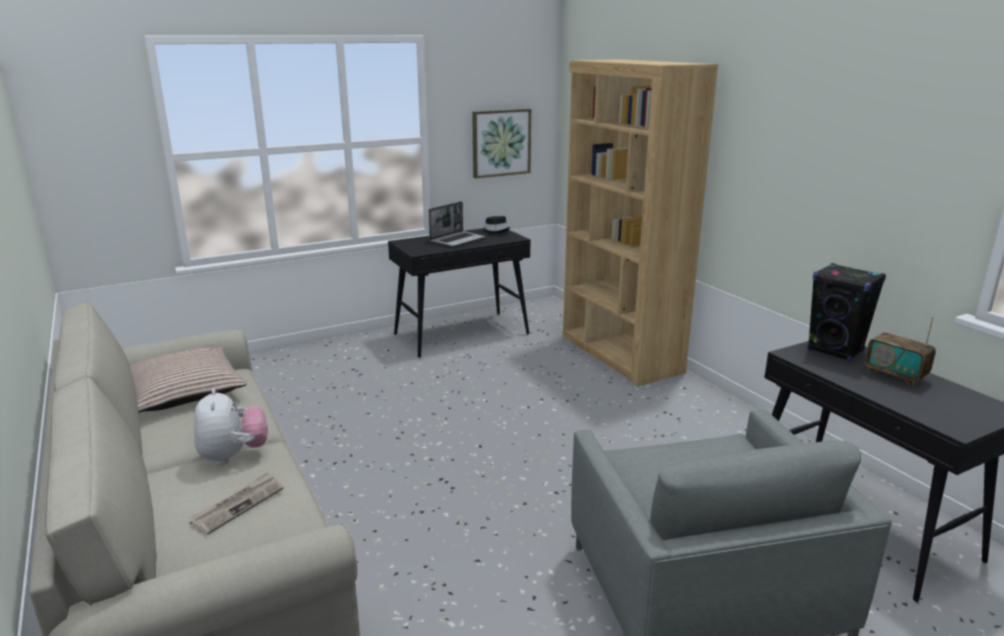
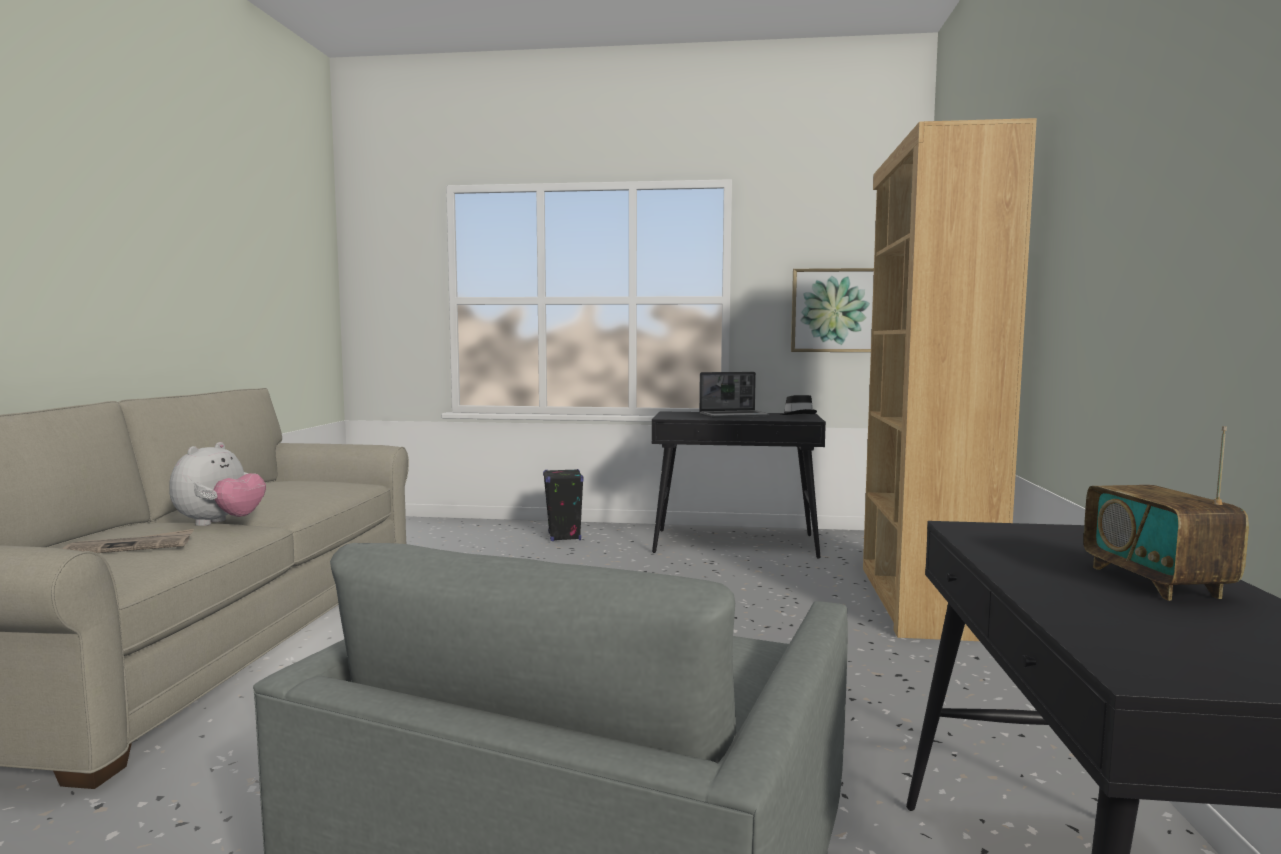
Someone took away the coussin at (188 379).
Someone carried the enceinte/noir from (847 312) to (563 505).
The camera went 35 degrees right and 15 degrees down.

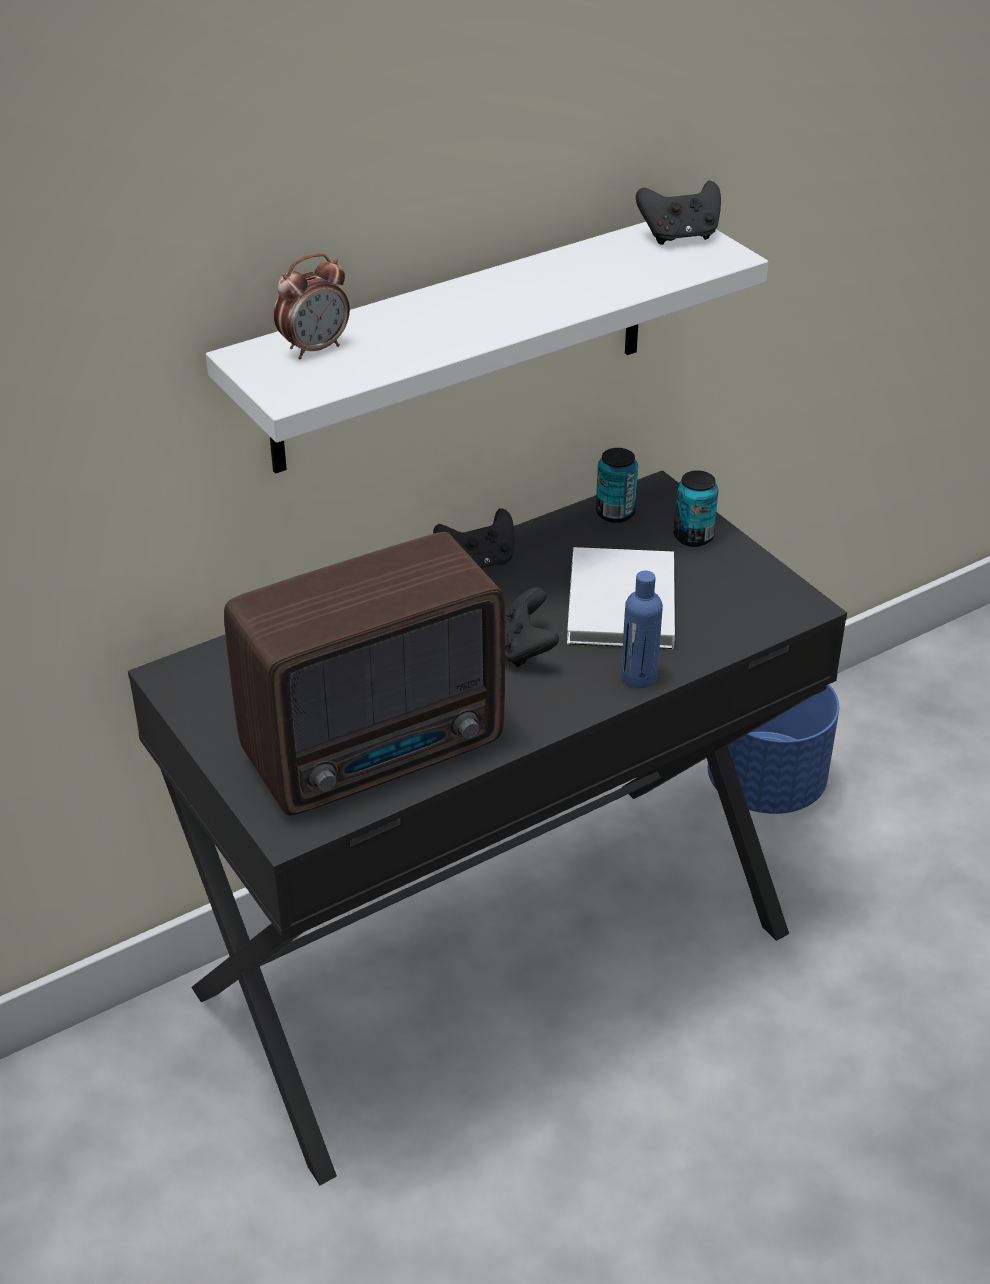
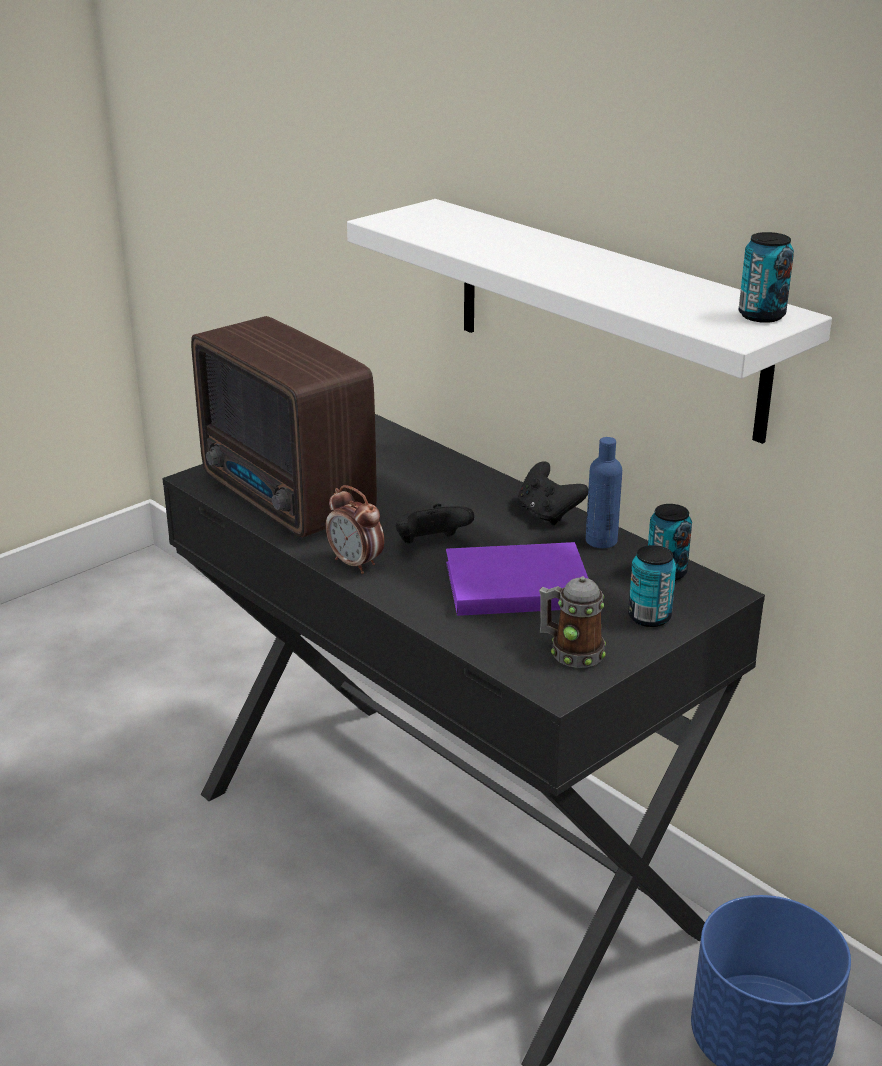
Someone carried the réveil from (312 306) to (354 529).
Someone repainted the livre/blanc at (621 598), which became the livre/violet at (517 579).
Someone carried the bouteille/bleu from (642 629) to (604 492).
Someone swapped the manette/noir at (678 213) for the boîte métallique at (766 277).
Someone put down the mug at (572 622).
The camera went 80 degrees right and 10 degrees down.

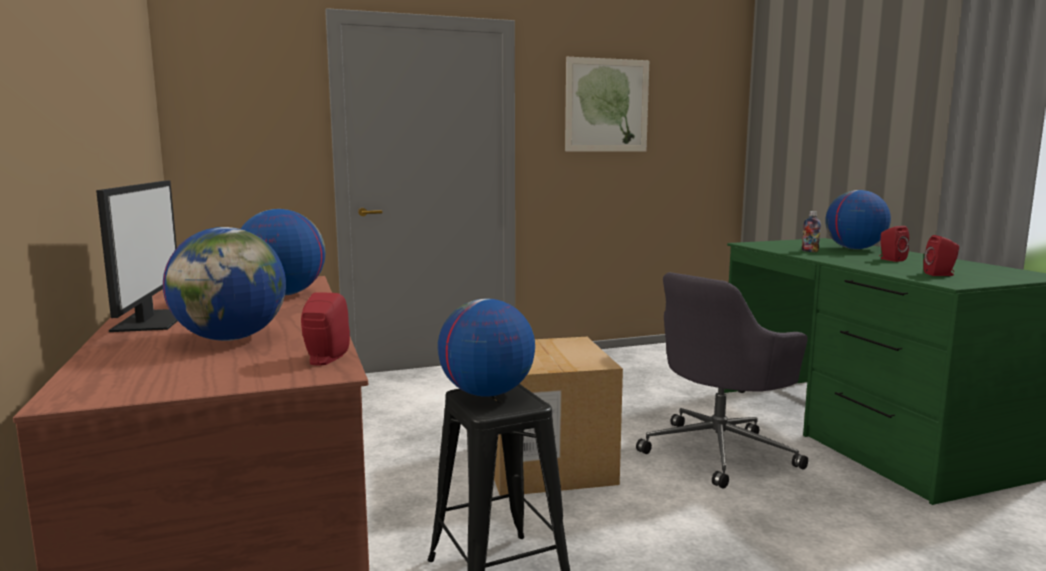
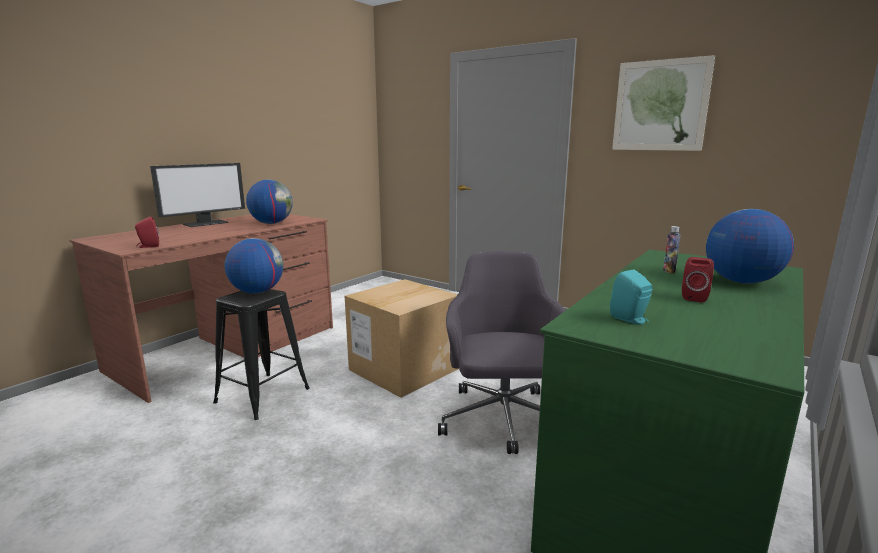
Someone took away the globe at (224 284).
Someone rotated the chaise de bureau/gris at (722 380) by 75 degrees clockwise.
Someone repainted the enceinte/rouge at (941 255), which became the enceinte/turquoise at (631 297).
The camera went 55 degrees right and 5 degrees up.

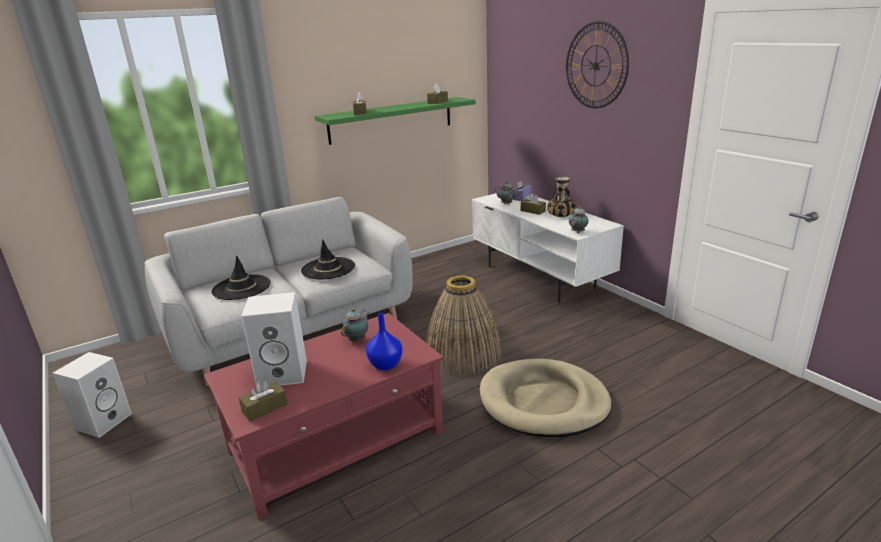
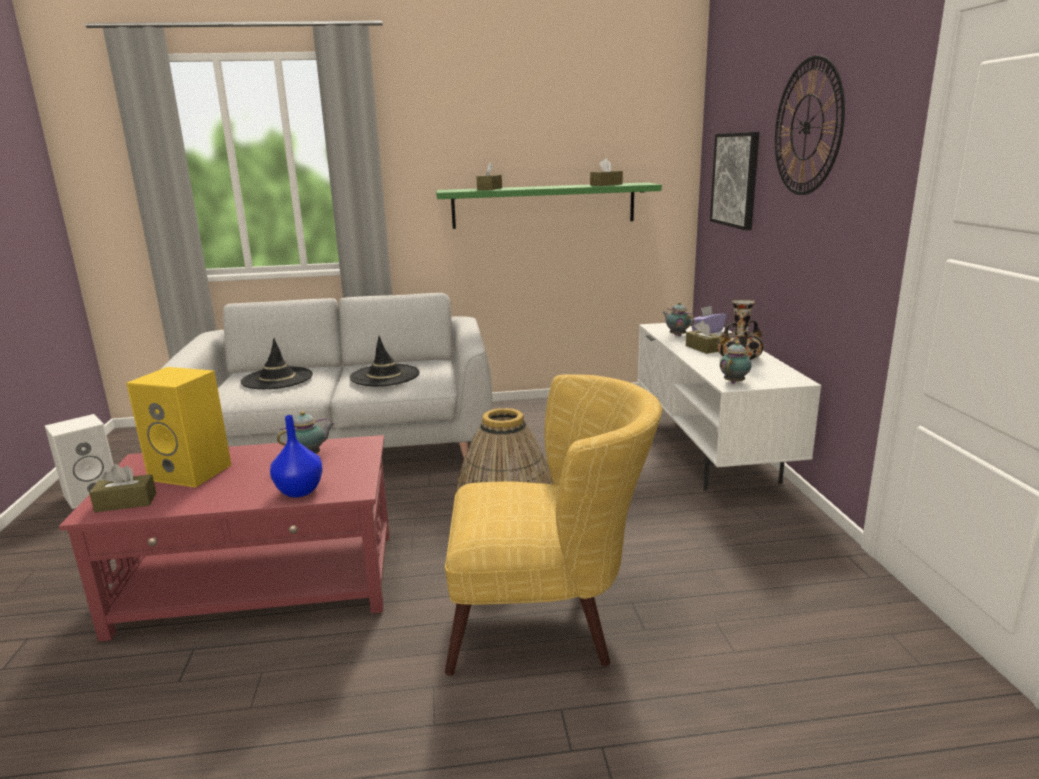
Someone repainted the enceinte/blanc at (274 339), which became the enceinte/jaune at (178 427).
Someone swapped the panier pour chien/beige at (546 398) for the fauteuil/jaune at (553 525).
Someone put up the tableau at (734 181).
The camera went 25 degrees right and 5 degrees down.

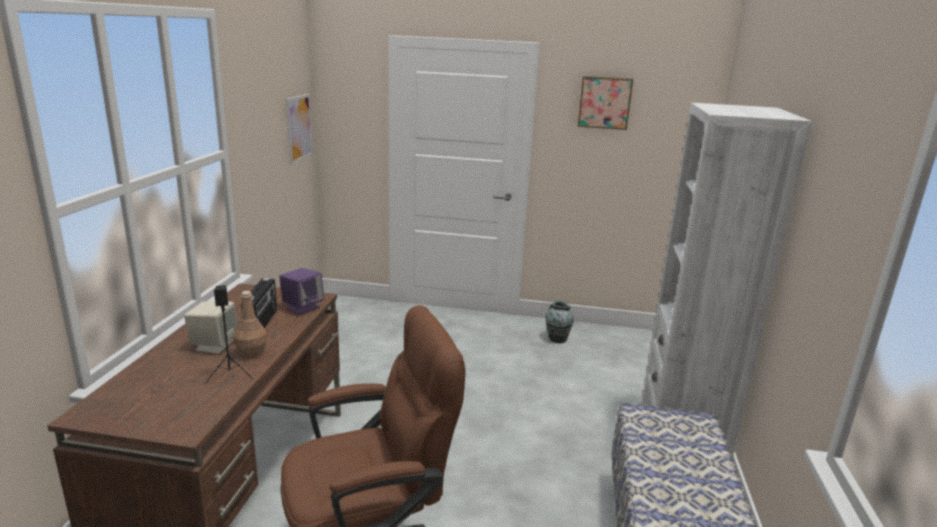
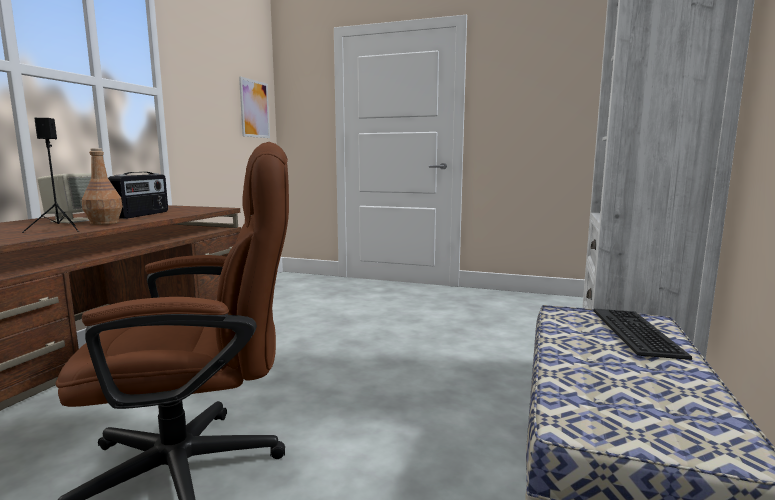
Someone took away the enceinte/violet at (301 291).
Someone took away the vase at (559 322).
Someone took away the tableau at (605 103).
Someone put down the clavier at (642 334).
The camera went 10 degrees right and 10 degrees down.

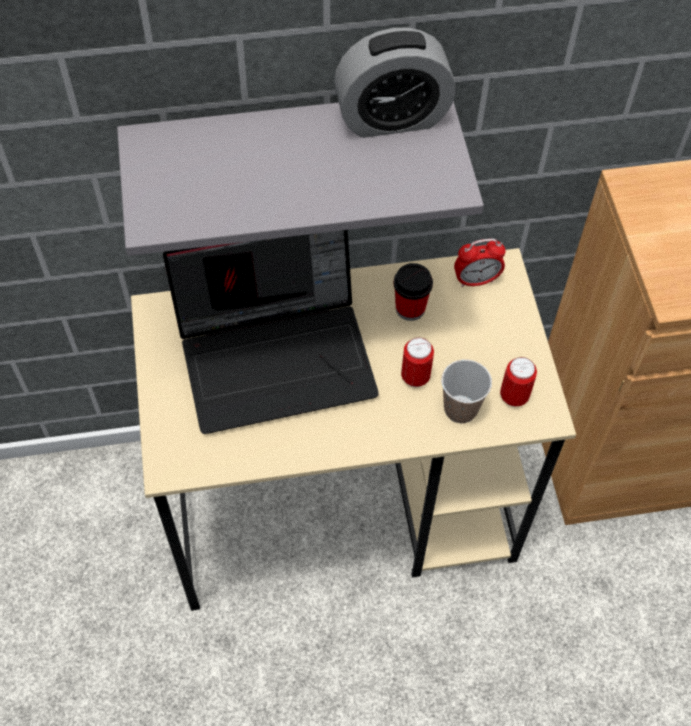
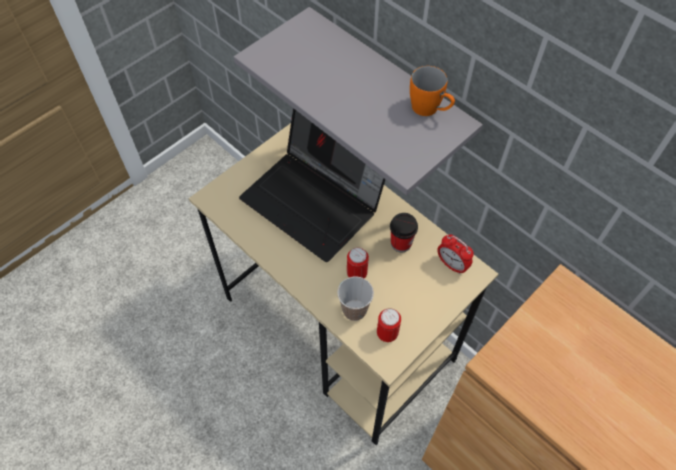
Someone swapped the réveil at (395 83) for the mug/orange at (432 91).
The camera went 55 degrees right and 0 degrees up.

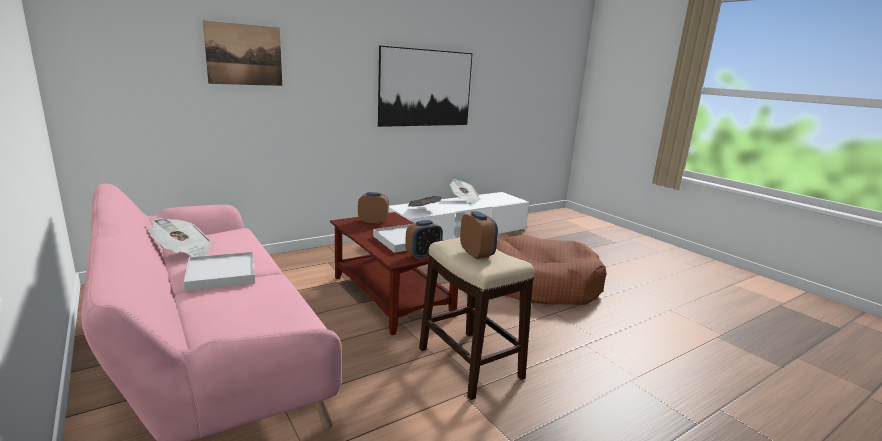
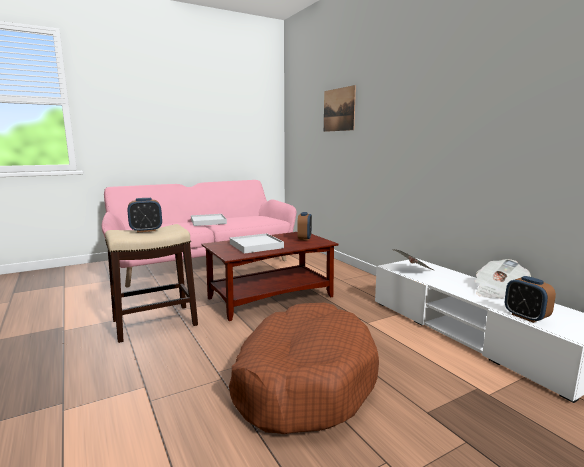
Someone took away the journal at (181 237).
Someone took away the tableau at (425 86).
Someone carried the réveil from (424 239) to (530 299).
The camera went 95 degrees right and 5 degrees down.

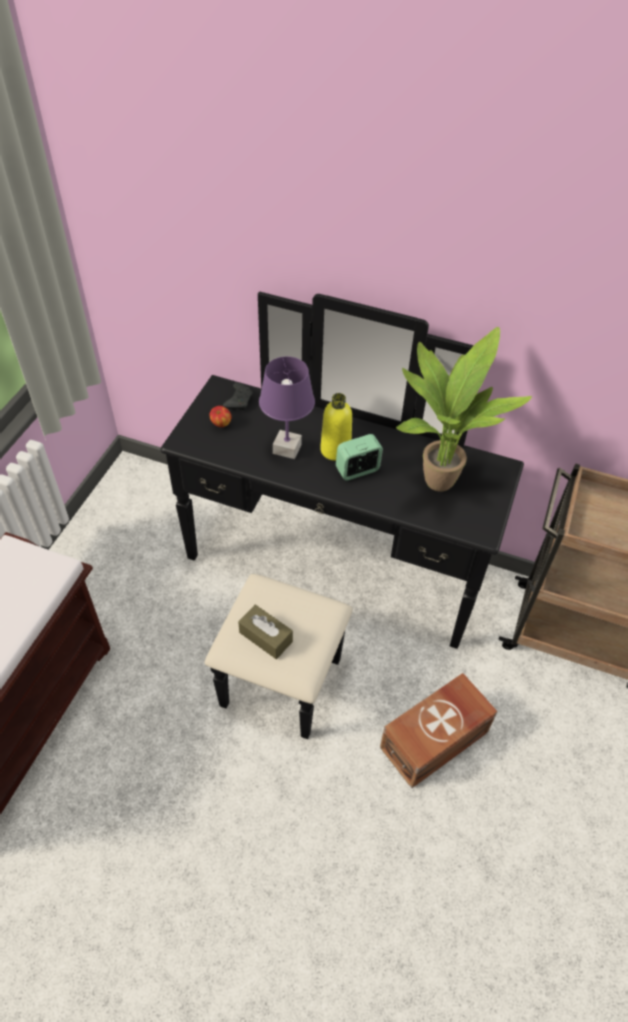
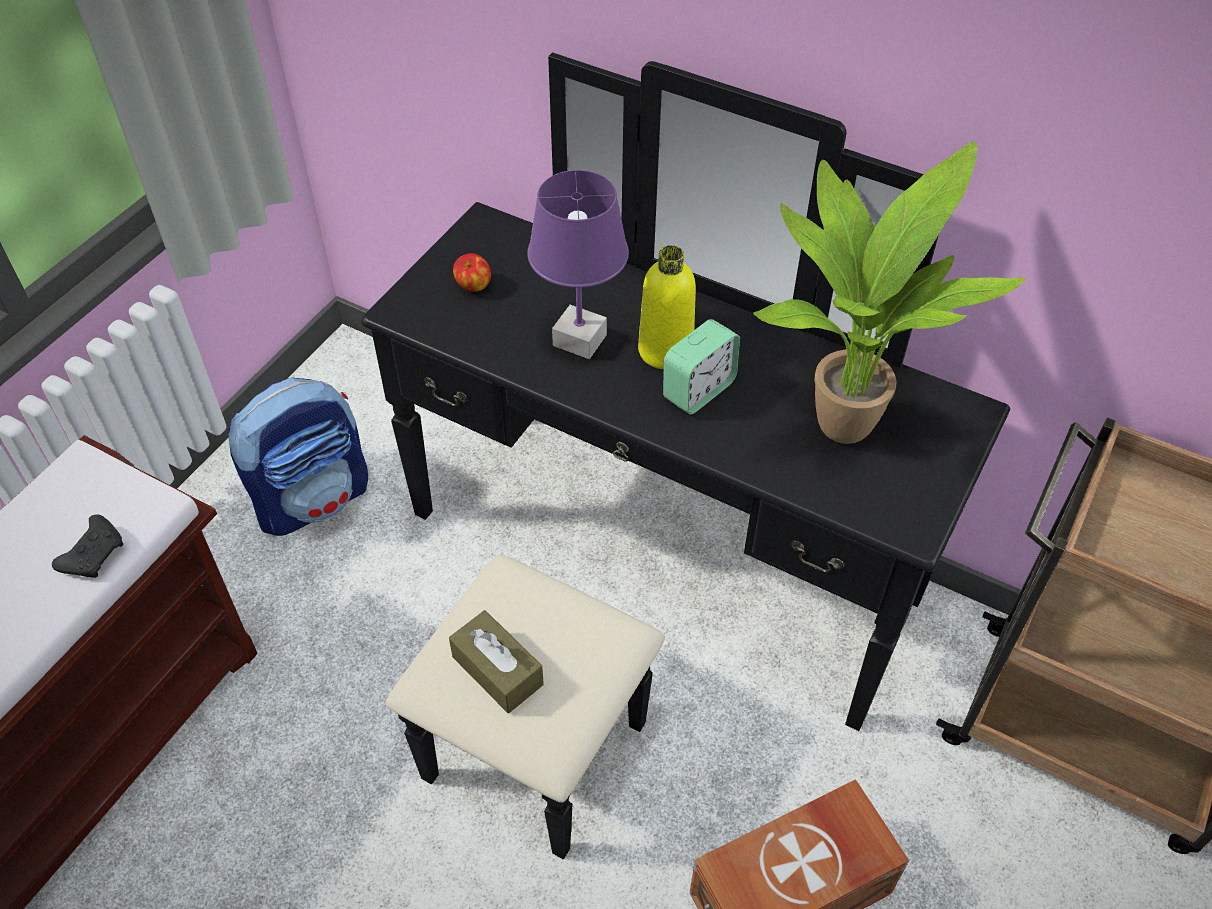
Someone carried the manette/noir from (238 396) to (87 546).
Someone rotated the réveil at (359 457) by 150 degrees clockwise.
Someone put down the sac à dos at (298 457).
The camera went 10 degrees right and 0 degrees up.

